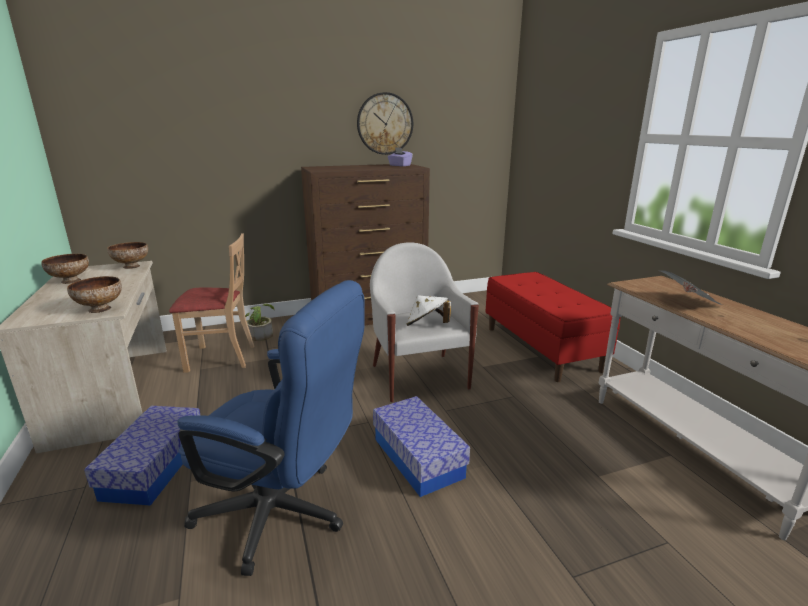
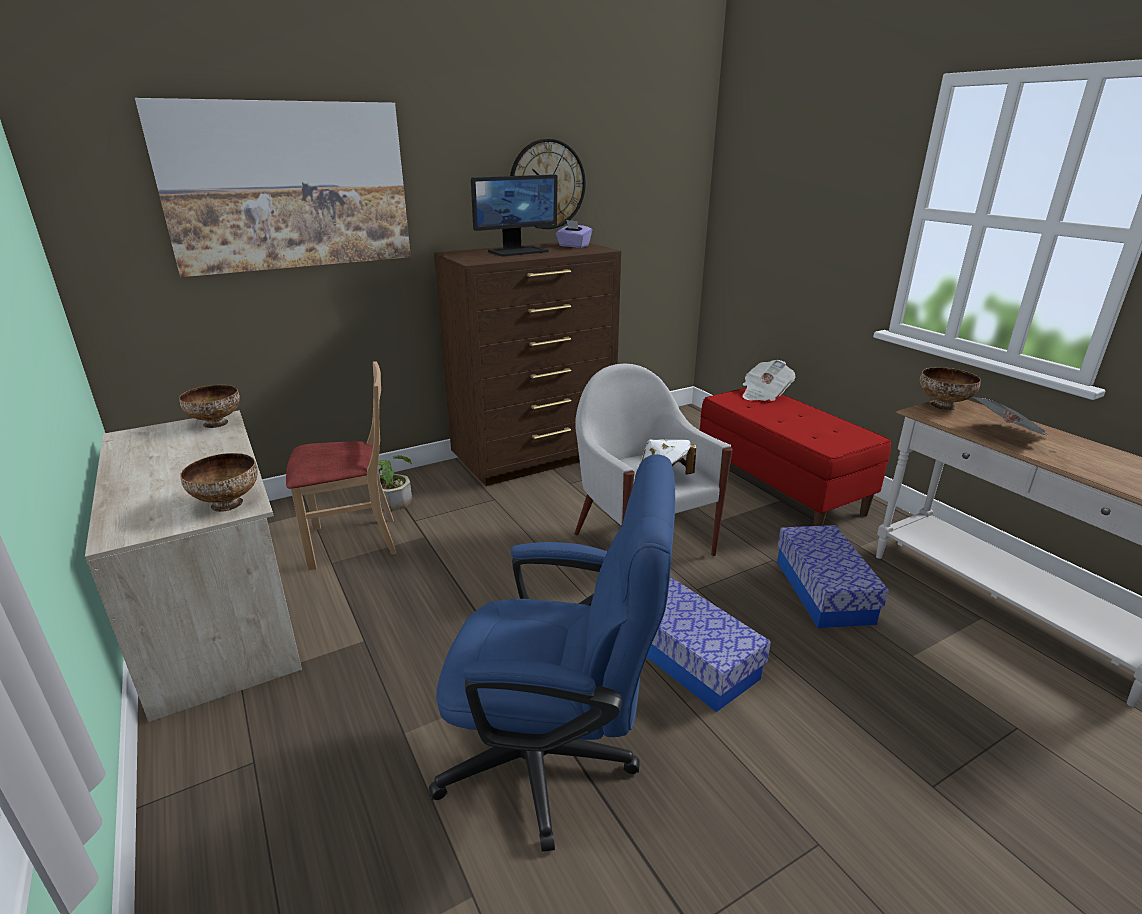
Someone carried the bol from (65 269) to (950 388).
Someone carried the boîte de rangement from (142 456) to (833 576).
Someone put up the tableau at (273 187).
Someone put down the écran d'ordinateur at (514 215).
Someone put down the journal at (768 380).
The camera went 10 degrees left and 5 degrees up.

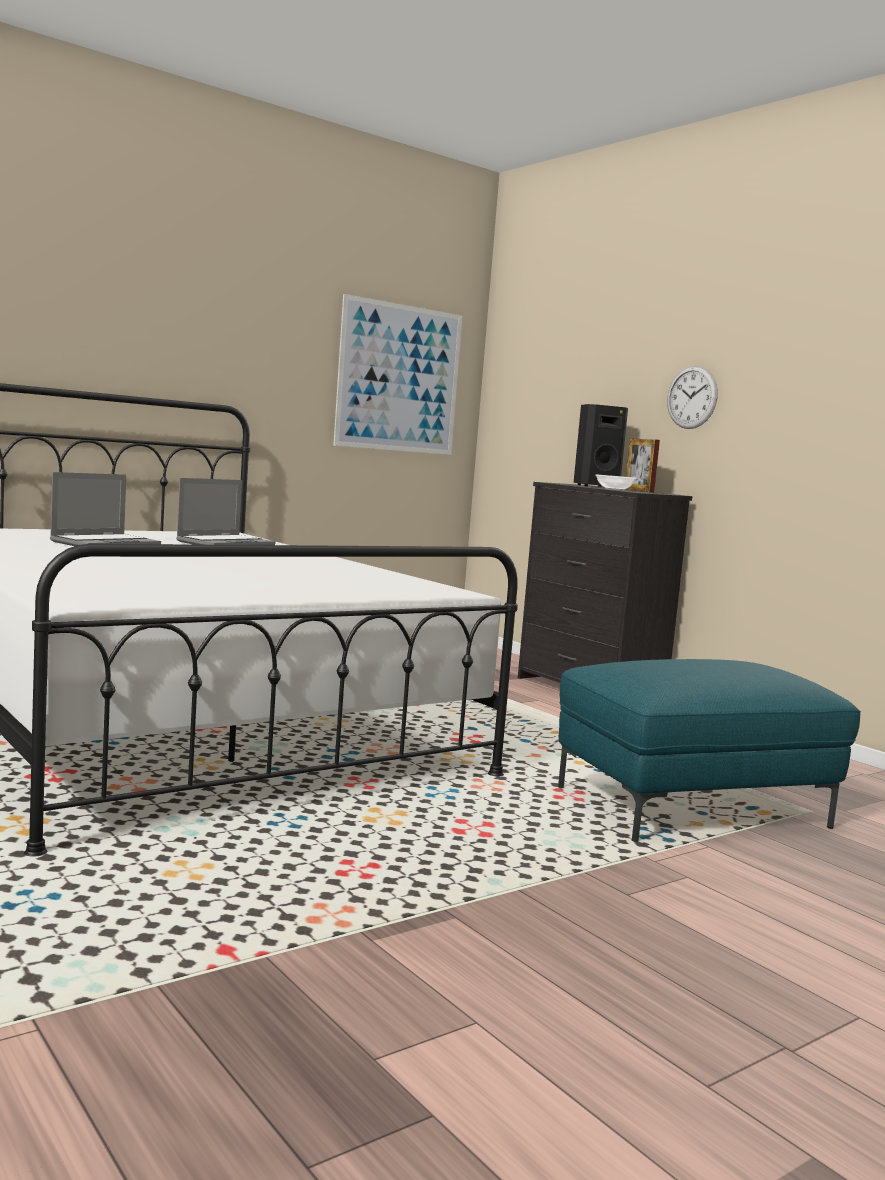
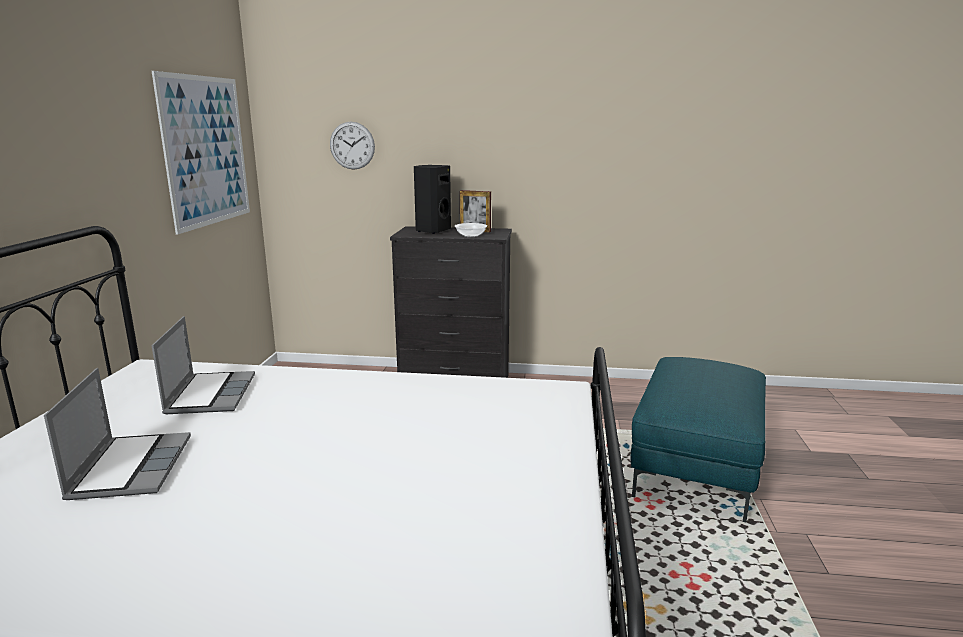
Someone carried the horloge murale from (692 397) to (352 146).
The camera went 45 degrees left and 10 degrees up.

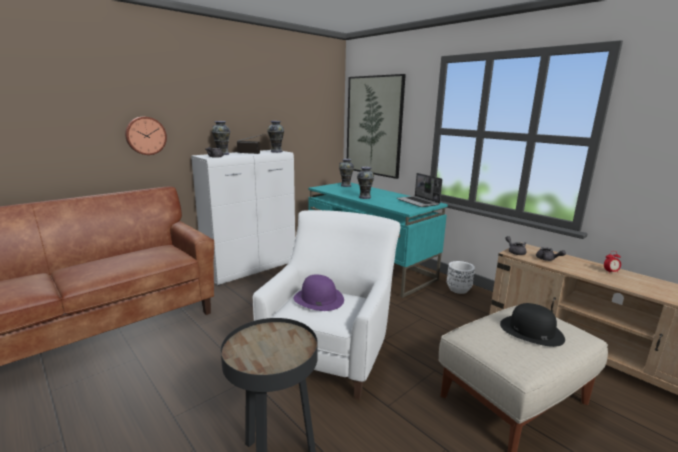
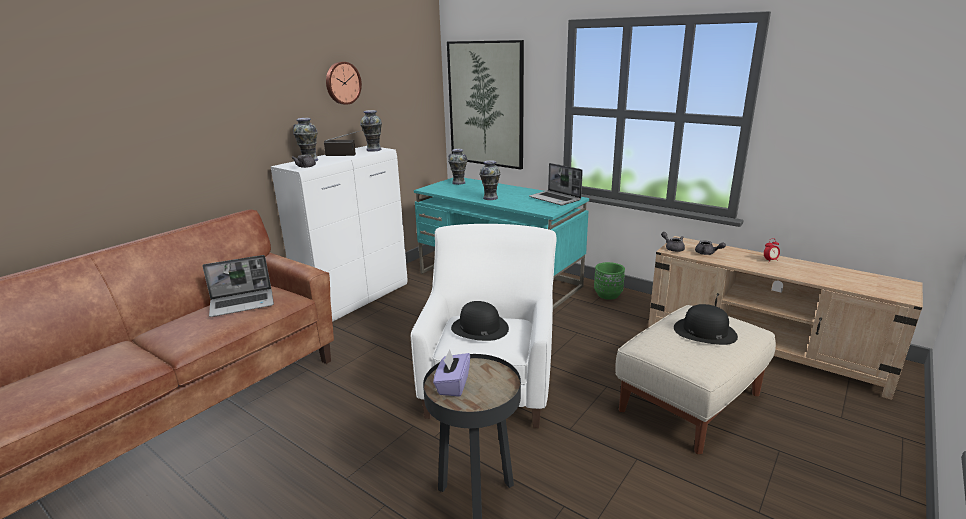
Someone carried the horloge murale from (146 136) to (344 83).
Someone repainted the chapeau/violet at (319 293), which became the chapeau/noir at (480 321).
Someone repainted the cache-pot/blanc at (461 277), which became the cache-pot/vert at (609 281).
Someone put down the ordinateur portable at (238 286).
Someone put down the boîte à mouchoirs/violet at (451 373).
The camera went 10 degrees left and 5 degrees up.

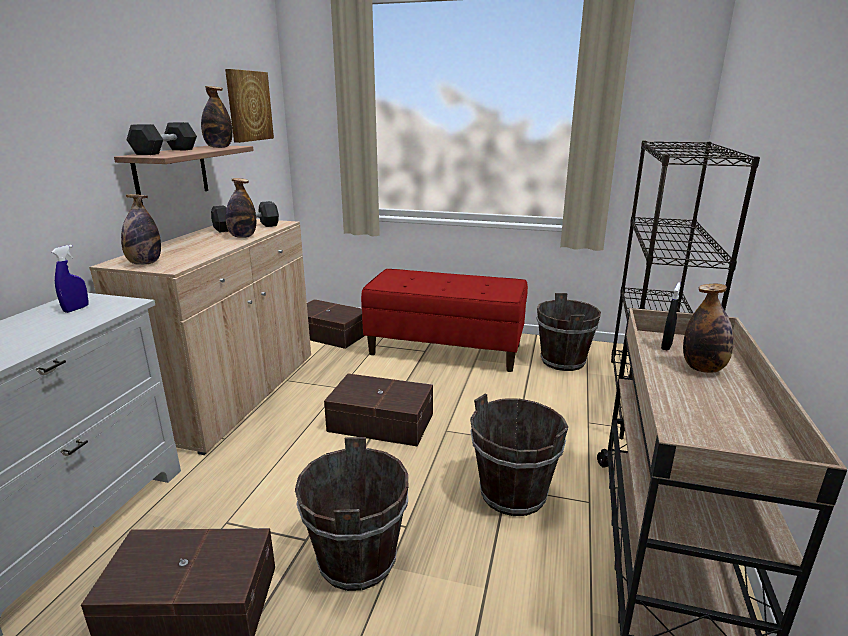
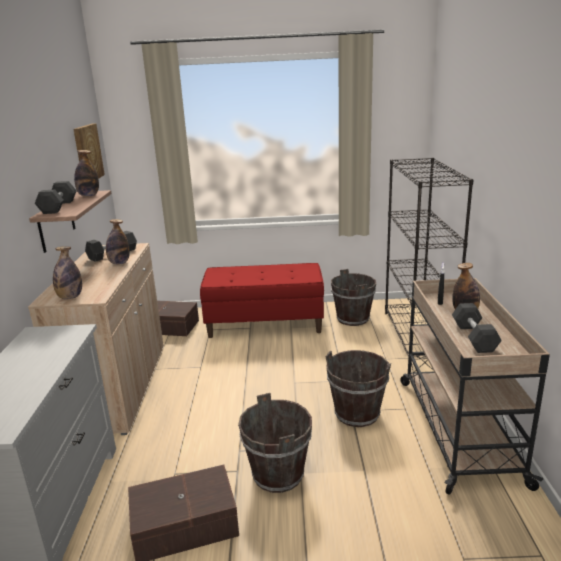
Someone took away the vaporisateur/bleu at (69 279).
Someone took away the boîte de rangement/marron at (378 410).
Someone put down the haltère/noir at (477 328).
The camera went 15 degrees left and 0 degrees up.

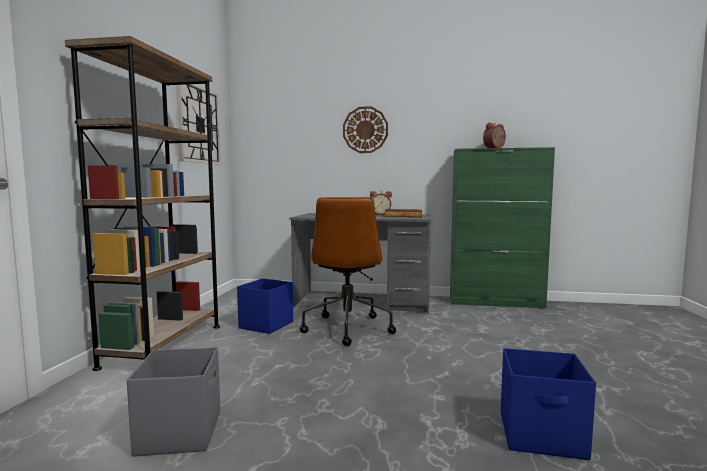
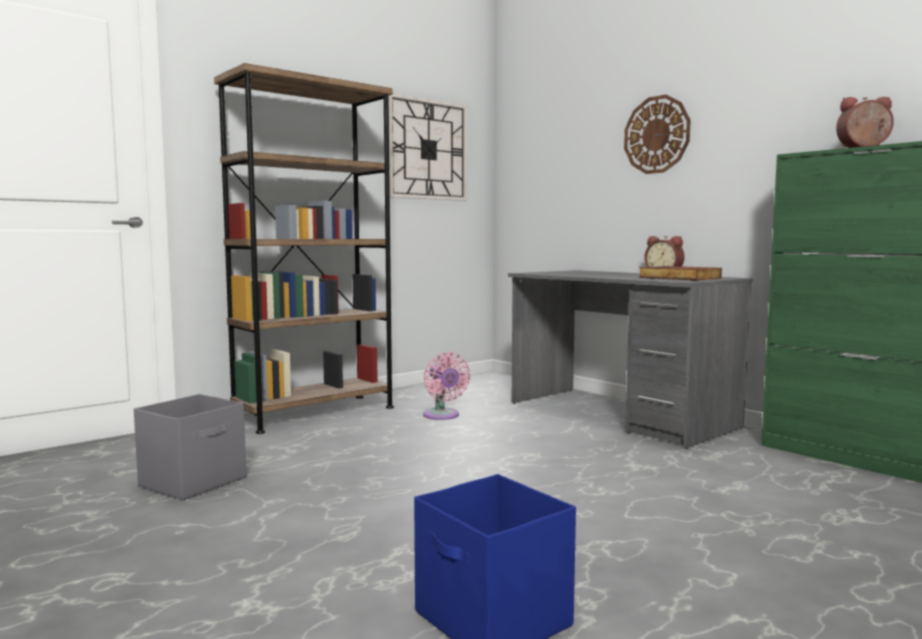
Someone swapped the boîte de rangement/bleu at (265 306) for the ventilateur/rose at (446 386).
Someone took away the chaise de bureau/marron at (348 271).
The camera went 40 degrees right and 0 degrees up.

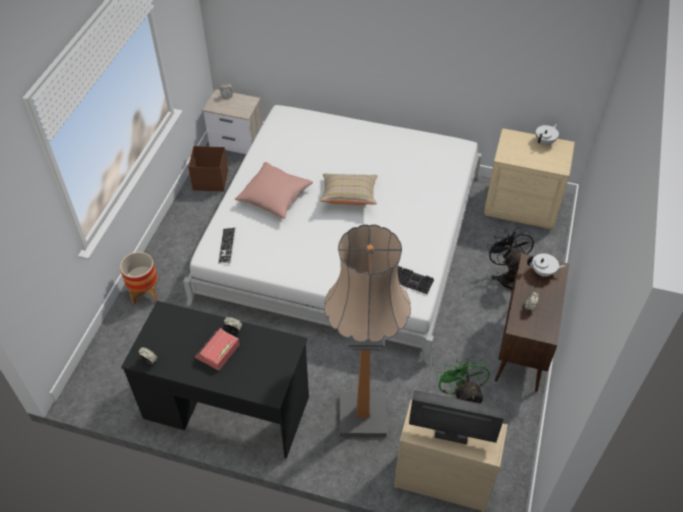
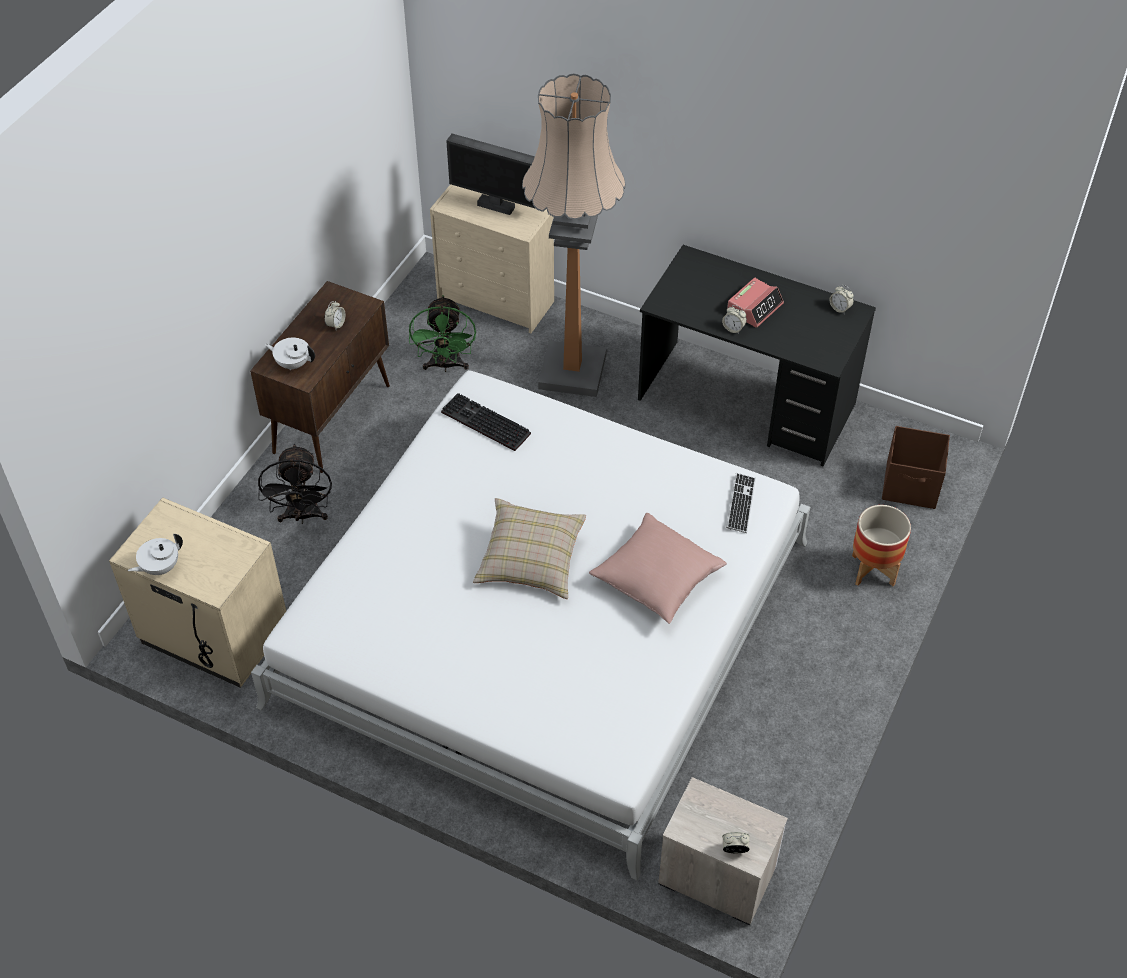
Someone carried the boîte de rangement/marron from (208 168) to (916 467).
The camera went 170 degrees left and 0 degrees up.

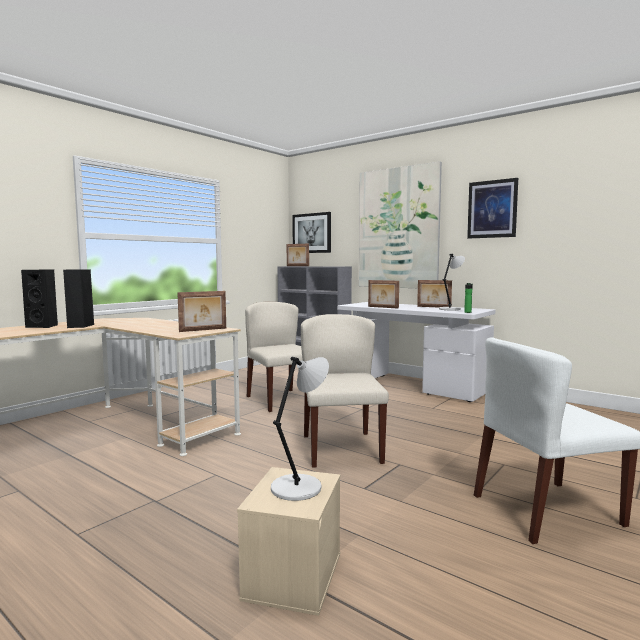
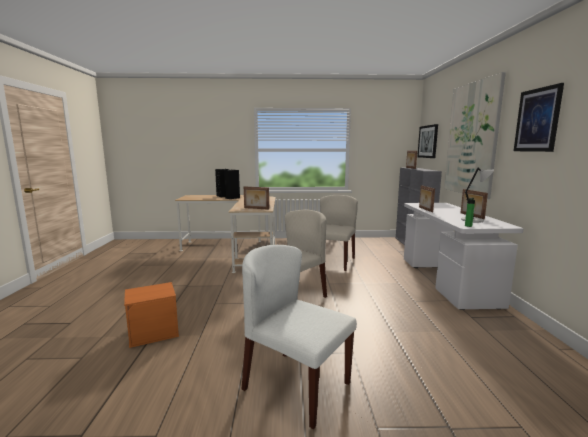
Someone repainted the boîte de rangement/beige at (288 541), which became the boîte de rangement/orange at (151 315).
Someone took away the lampe de table/gris at (300 429).
The camera went 50 degrees right and 5 degrees up.

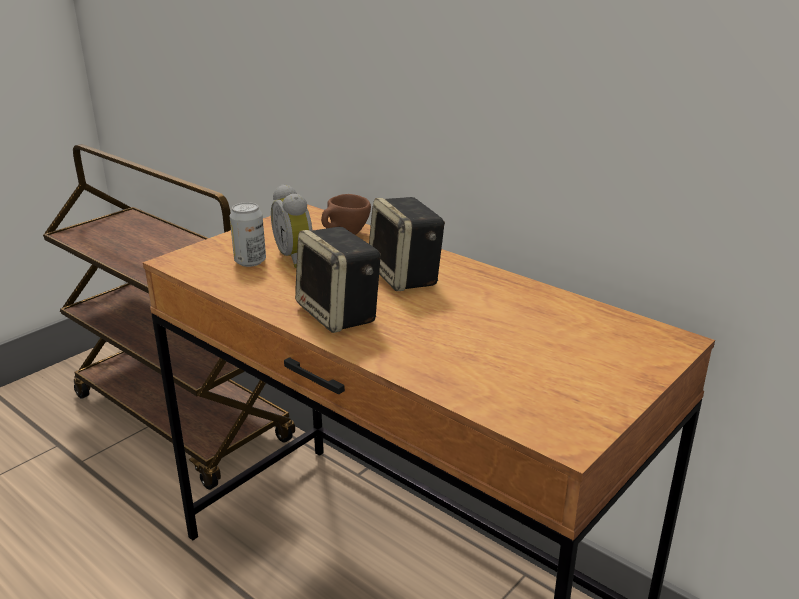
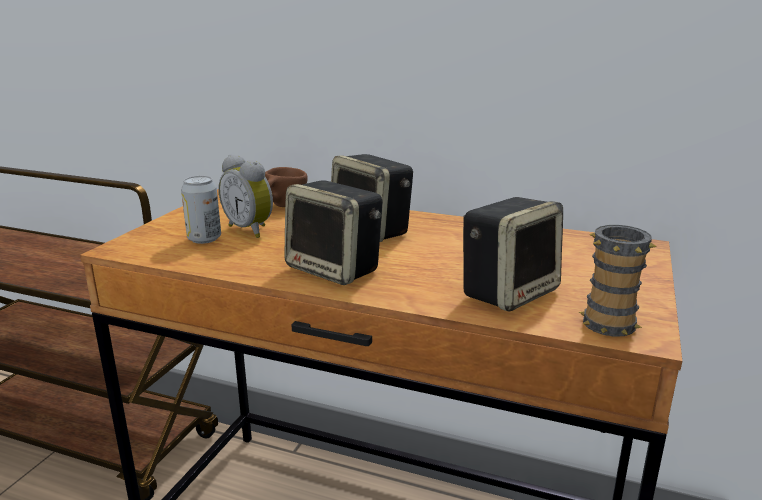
Someone put down the enceinte at (513 254).
Someone put down the mug at (618 281).
The camera went 20 degrees left and 5 degrees down.

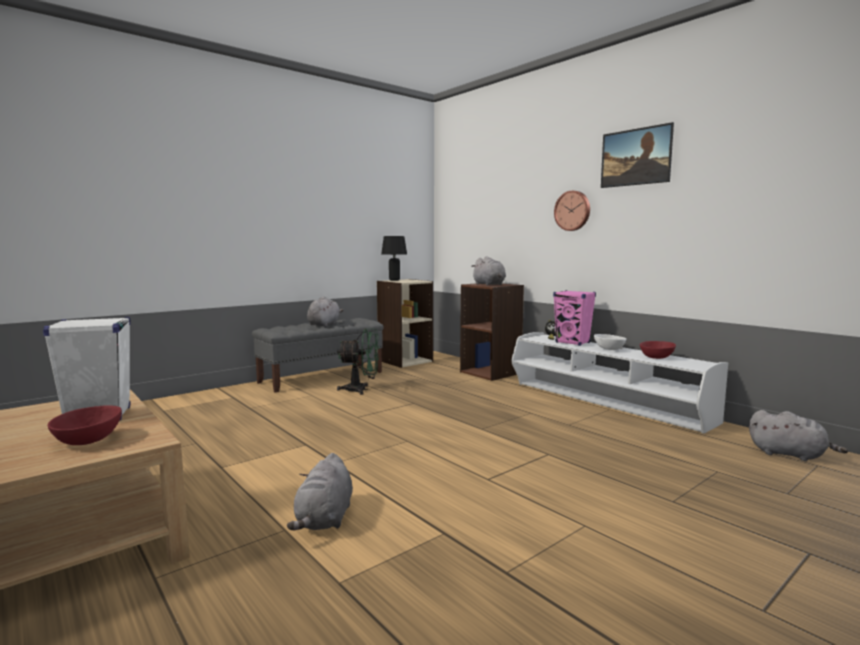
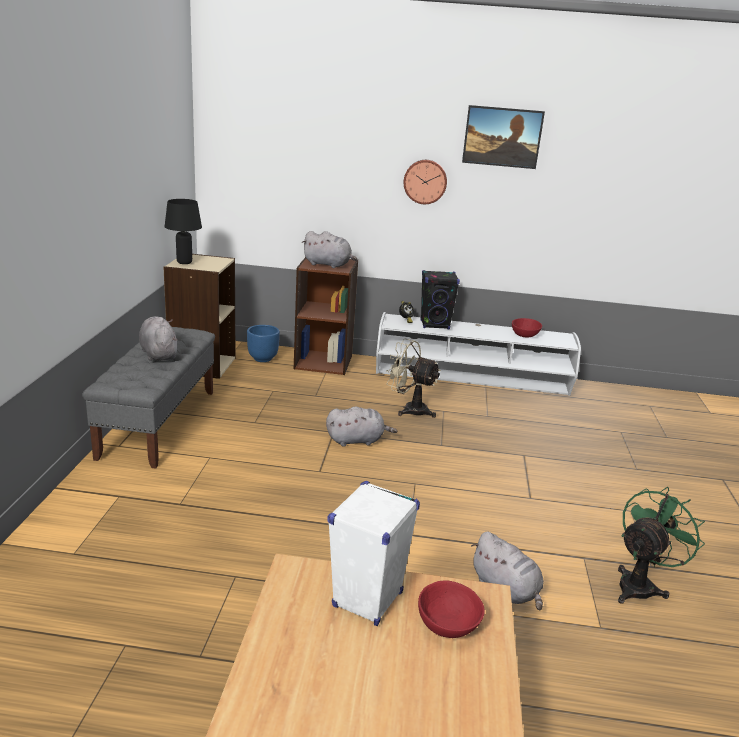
Someone carried the ventilateur/vert from (358 361) to (661 545).
Someone repainted the enceinte/rose at (574 318), which became the enceinte/noir at (440 299).
Someone took away the bol/blanc at (610 342).
Someone carried the peluche/gris from (798 435) to (361 427).
Someone put down the cache-pot/bleu at (263 343).
Someone put down the ventilateur/beige at (413 378).
The camera went 45 degrees left and 15 degrees up.

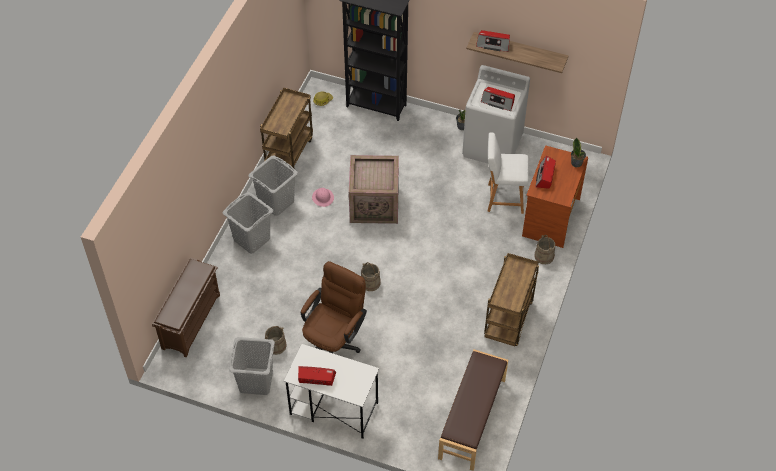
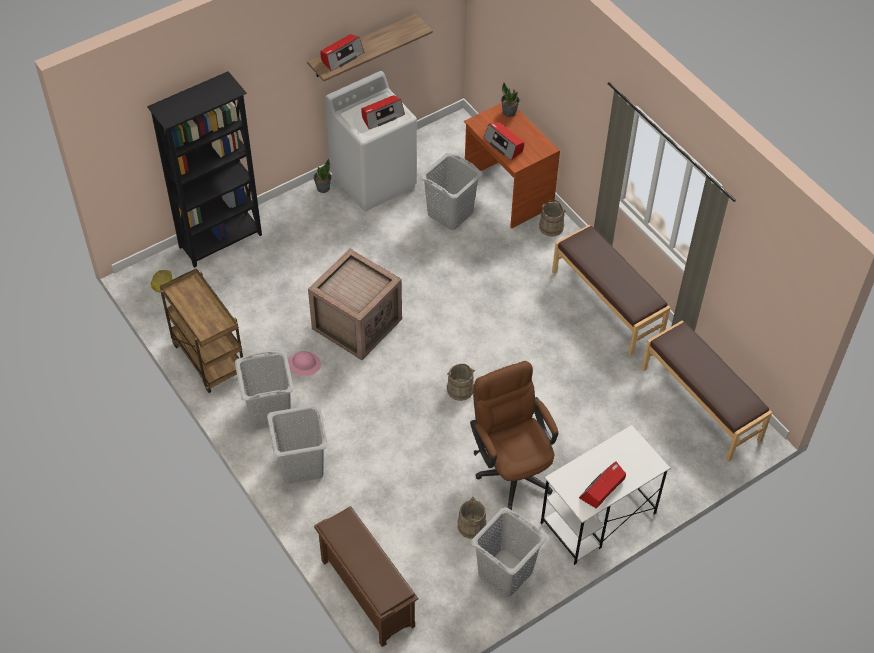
Someone swapped the chariot/marron at (511 299) for the banc/marron at (611 290).
Someone swapped the tabouret/blanc at (508 173) for the panier à linge/gris at (451 191).
The camera went 55 degrees left and 0 degrees up.

